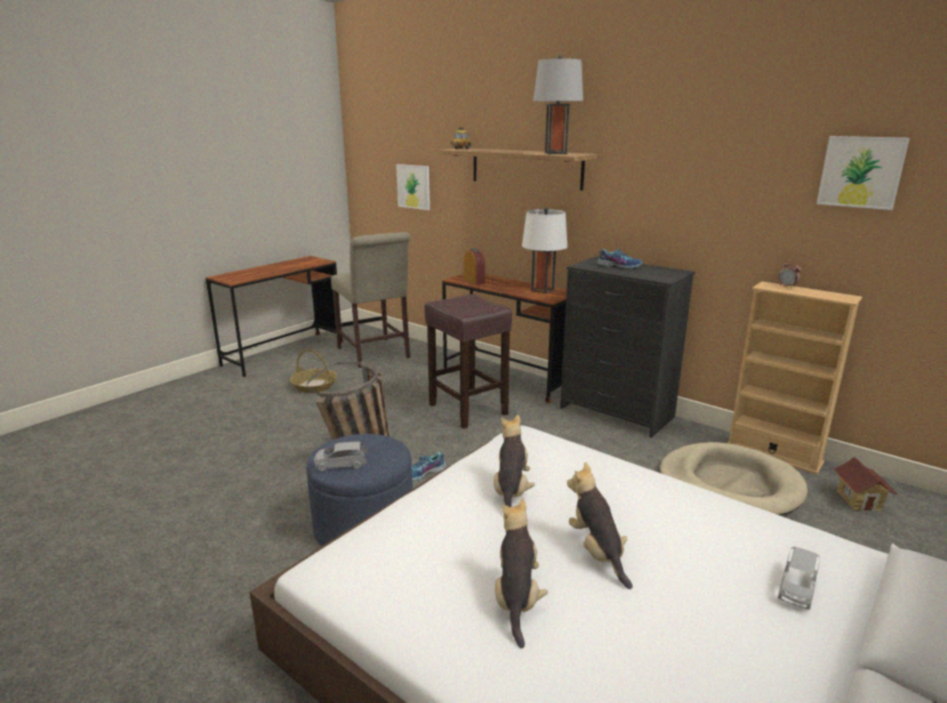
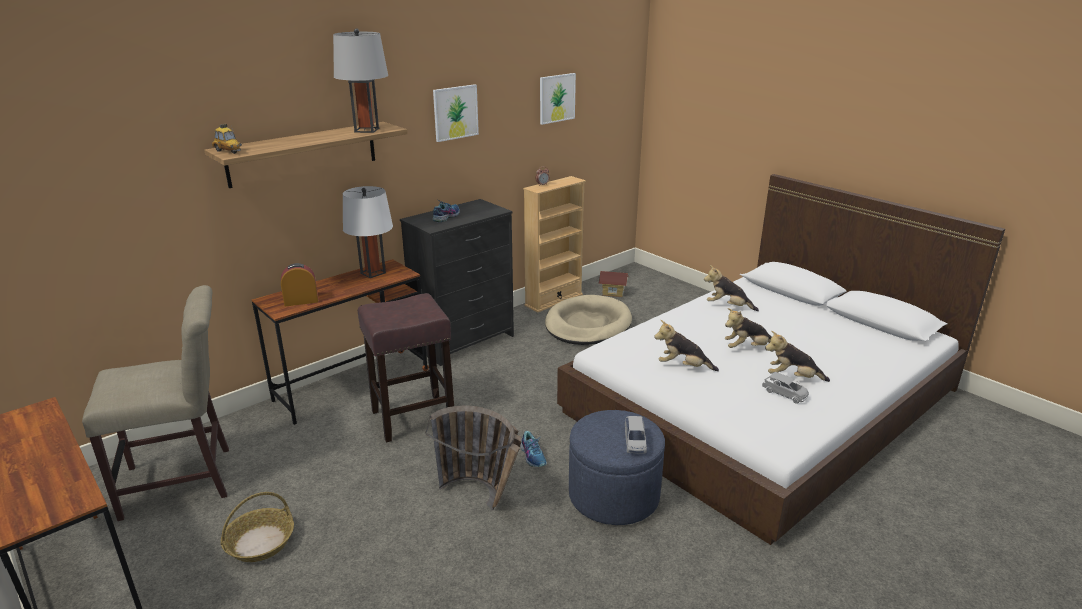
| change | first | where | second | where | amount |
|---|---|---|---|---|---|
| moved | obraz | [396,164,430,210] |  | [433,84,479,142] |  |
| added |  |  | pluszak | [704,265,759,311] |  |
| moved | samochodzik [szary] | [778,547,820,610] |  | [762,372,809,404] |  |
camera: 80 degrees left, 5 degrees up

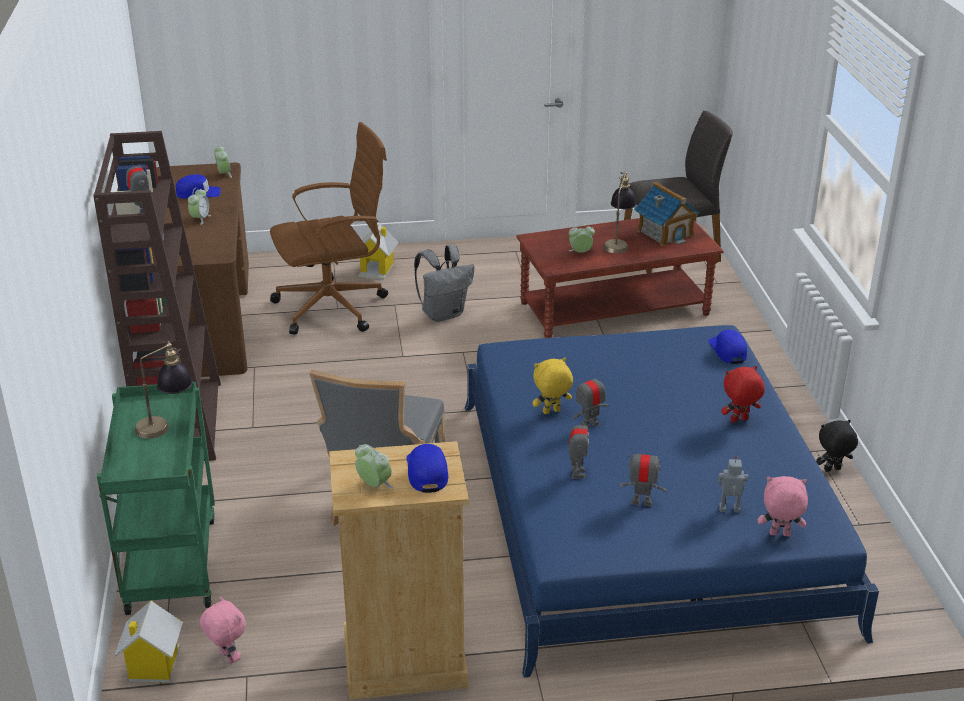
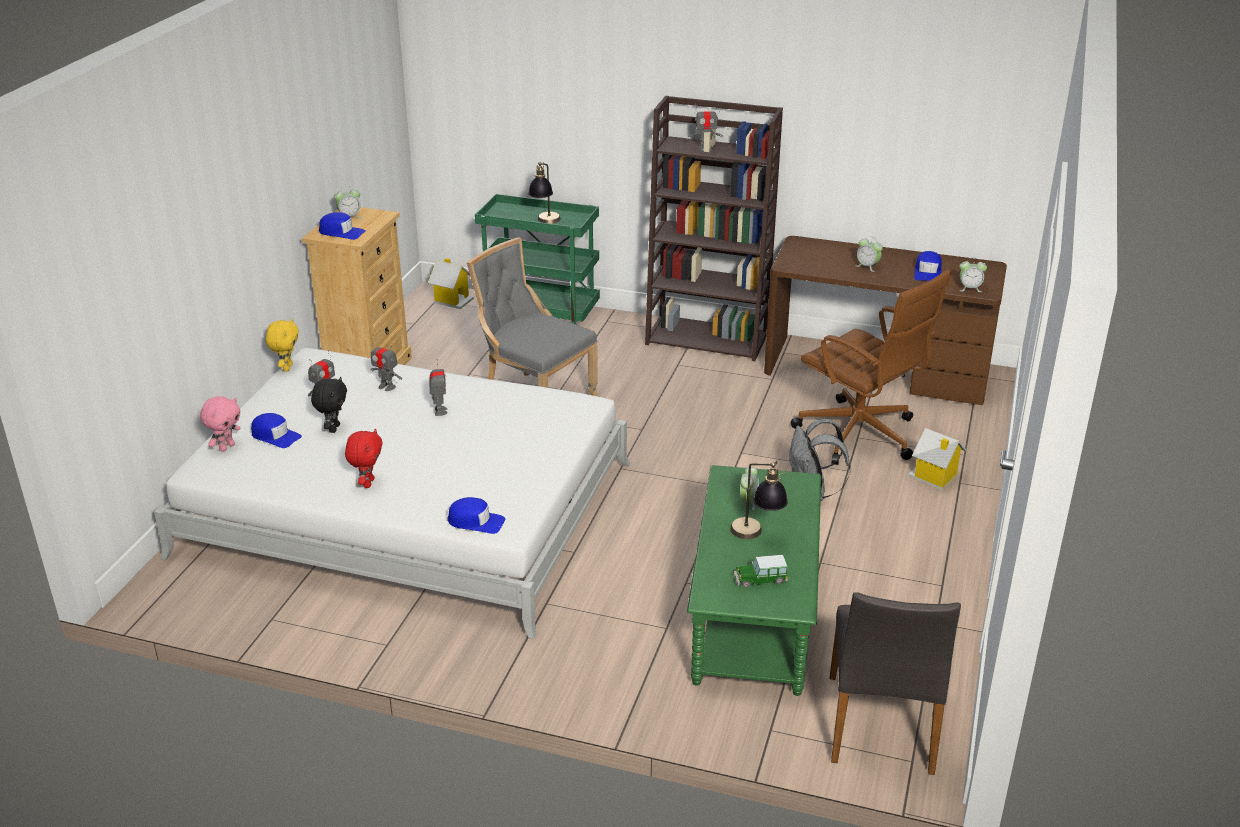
| change | first | where | second | where | amount |
|---|---|---|---|---|---|
| recoloured | łóżko [niebieski] | [465,325,879,678] | łóżko [biały] | [154,348,630,639] |  |
| replaced | robot zabawkowy | [718,456,748,513] | czapka z daszkiem [niebieski] | [251,413,302,448] |  |
| moved | pluszak [żółty] | [532,358,573,414] |  | [266,319,299,371] |  |
| moved | pluszak [czarny] | [816,420,858,472] |  | [311,377,347,433] |  |
| recoloured | ława [brązowy] | [516,218,724,338] | ława [zielony] | [687,465,821,696] |  |
| replaced | domek | [634,182,701,246] | samochodzik | [734,555,788,588] |  |
| turned | krzesło biurowe [brązowy] | [270,122,388,334] |  | [791,270,951,465] | 45 degrees counterclockwise |
| removed | pluszak [różowy] | [200,596,246,663] |  |  |  |
camera: 115 degrees right, 0 degrees up

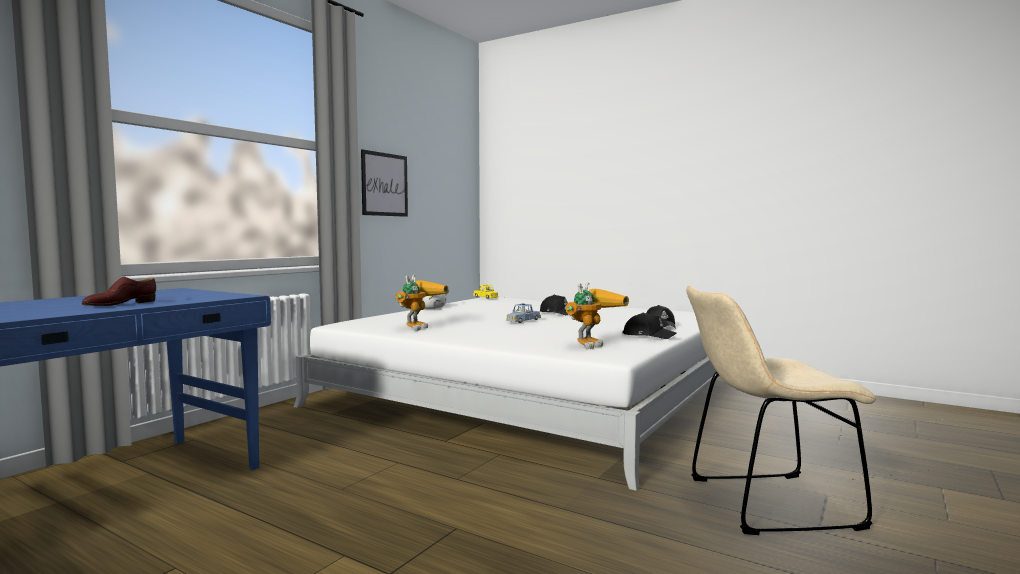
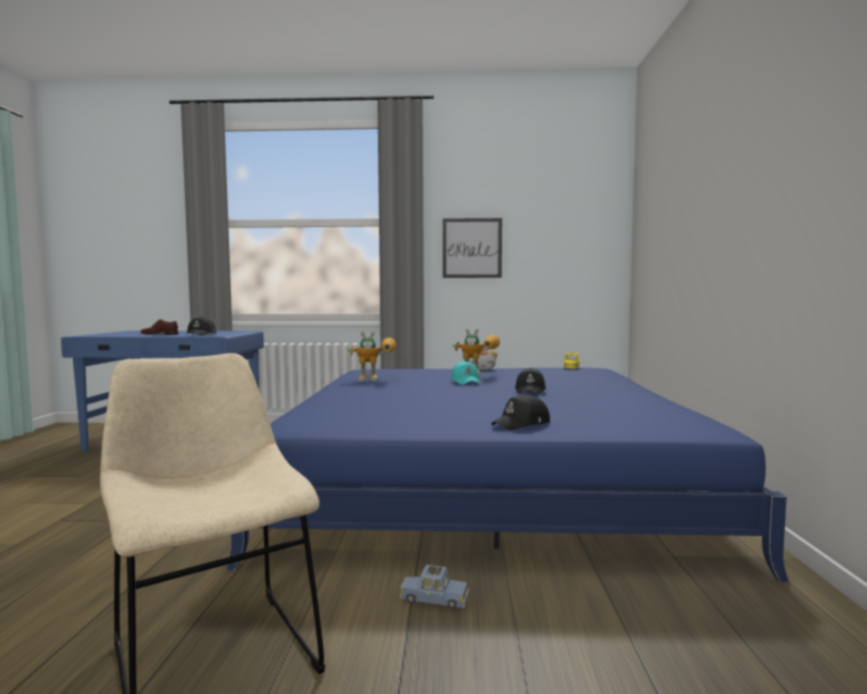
| change | first | where | second | where | amount |
|---|---|---|---|---|---|
| moved | czapka z daszkiem [czarny] | [623,313,676,339] |  | [186,317,216,336] |  |
| recoloured | łóżko [biały] | [294,297,720,491] | łóżko [niebieski] | [226,368,789,582] |  |
| moved | samochodzik [niebieski] | [506,304,541,323] |  | [400,565,469,609] |  |
| added |  |  | czapka z daszkiem [turkusowy] | [451,361,479,385] |  |
| moved | robot zabawkowy | [565,282,629,349] |  | [453,329,500,376] |  |
camera: 60 degrees right, 0 degrees up

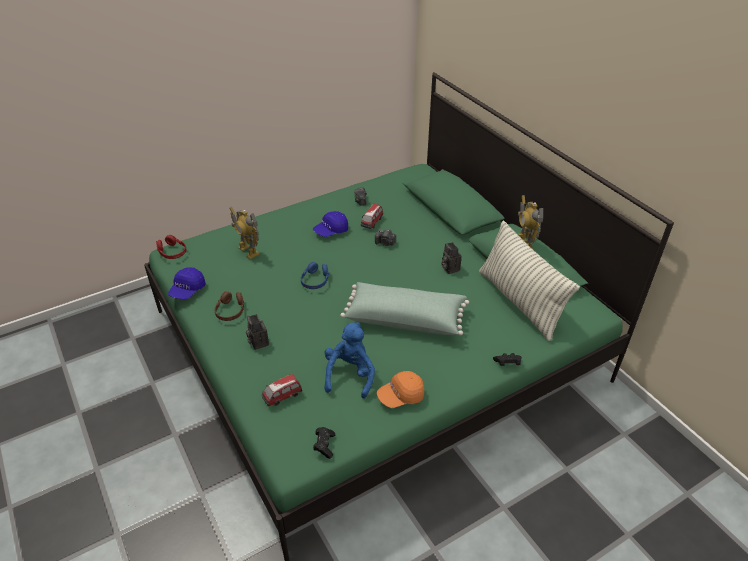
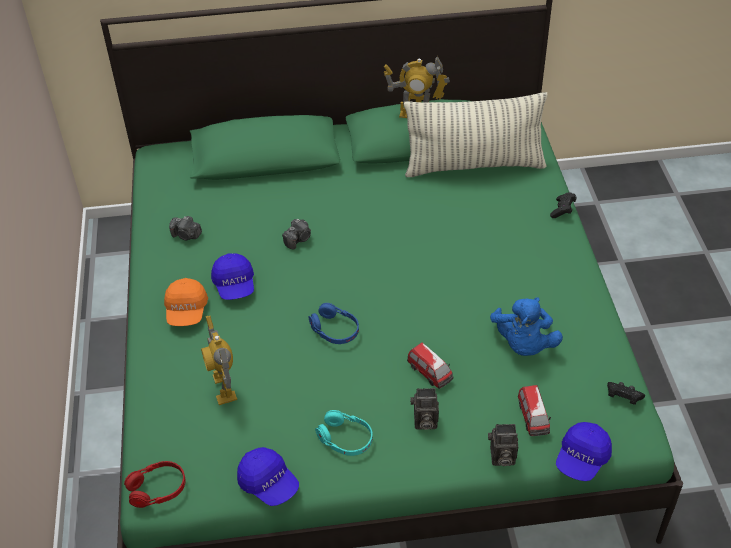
| change | first | where | second | where | amount |
|---|---|---|---|---|---|
| moved | czapka z daszkiem [pomarańczowy] | [377,371,424,408] |  | [164,278,208,326] |  |
| turned | robot zabawkowy | [229,206,260,259] |  | [201,316,237,405] | 90 degrees clockwise |
| recoloured | słuchawki [brązowy] | [215,292,245,321] | słuchawki [turkusowy] | [315,410,373,456] |  |
| moved | samochodzik | [361,204,383,229] |  | [407,343,453,389] |  |
| moved | aparat fotograficzny | [441,242,462,274] |  | [488,424,518,466] |  |
| turned | pluszak [niebieski] | [324,322,375,399] |  | [490,297,563,356] | 120 degrees counterclockwise |
| added |  |  | czapka z daszkiem [niebieski] | [556,422,612,481] |  |
| removed | poduszka [zielony] | [340,282,469,336] |  |  |  |
camera: 65 degrees left, 5 degrees up

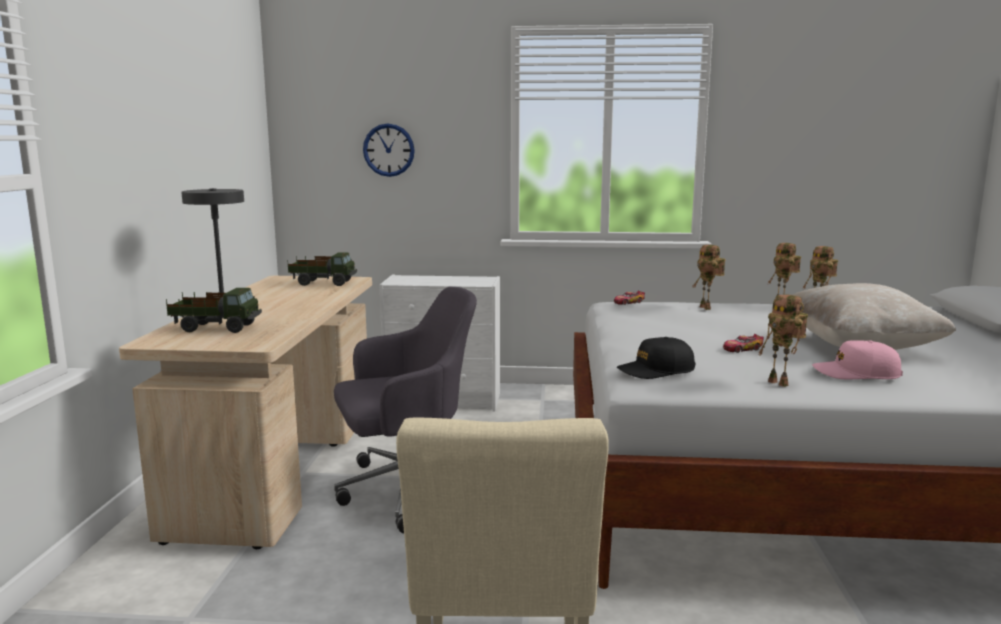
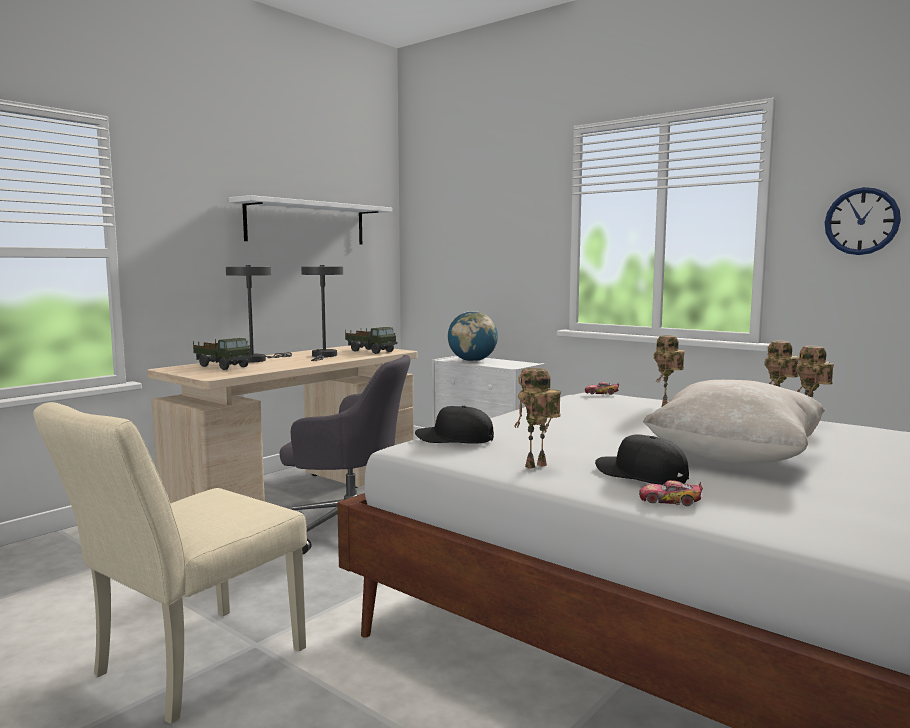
| change | first | where | second | where | amount |
|---|---|---|---|---|---|
| added |  |  | półka [biały] | [229,195,392,245] |  |
| added |  |  | lampa stołowa [szary] | [301,265,343,361] |  |
| added |  |  | globus | [448,311,498,361] |  |
| turned | robot zabawkowy | [759,295,808,387] |  | [514,368,561,469] | 60 degrees clockwise |
| recoloured | czapka z daszkiem [różowy] | [812,340,903,379] | czapka z daszkiem [czarny] | [595,434,689,485] |  |
| moved | samochodzik | [723,334,764,353] |  | [639,480,703,506] |  |
| moved | zegar ścienny | [363,123,415,177] |  | [825,187,901,255] |  |
camera: 35 degrees right, 5 degrees down

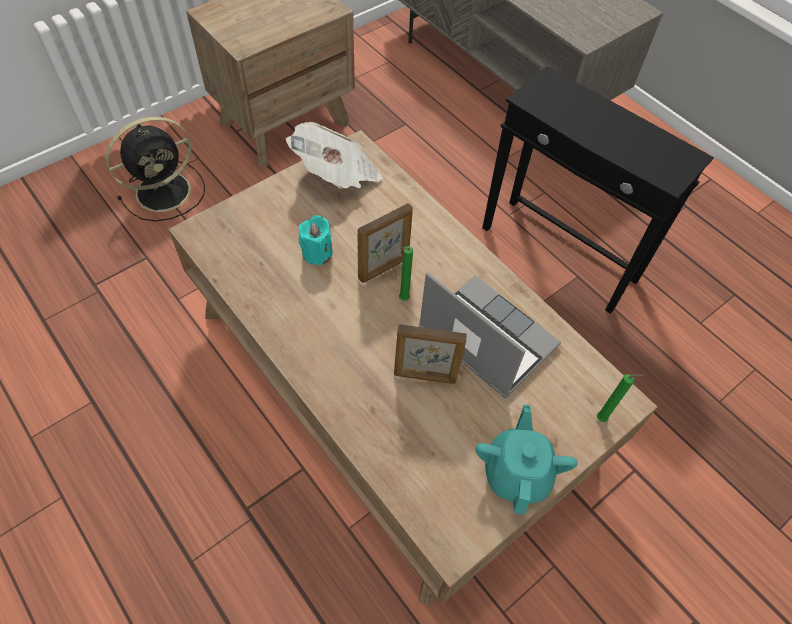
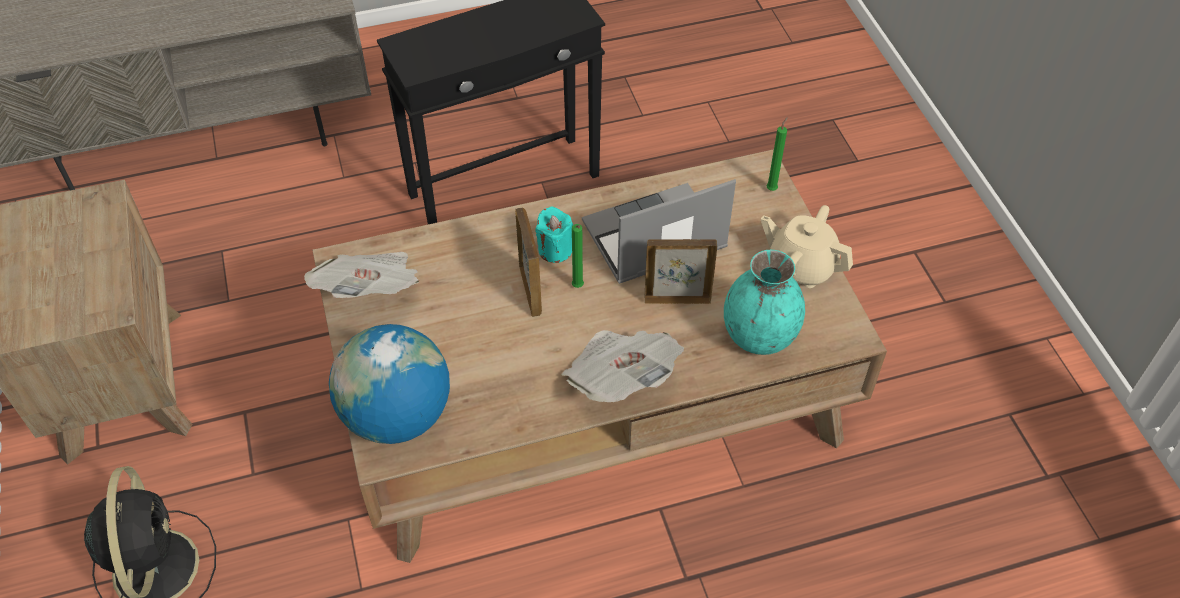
| change | first | where | second | where | amount |
|---|---|---|---|---|---|
| added |  |  | globus | [329,324,450,444] |  |
| moved | świeca [turkusowy] | [299,215,333,265] |  | [535,206,573,263] |  |
| added |  |  | gazeta | [562,330,684,402] |  |
| turned | ramka na zdjęcie | [394,324,467,384] |  | [645,239,717,304] | 120 degrees counterclockwise |
| added |  |  | wazon [turkusowy] | [724,250,805,355] |  |
| recoloured | imbryk [turkusowy] | [476,405,578,515] | imbryk [beżowy] | [761,205,853,288] |  |
camera: 65 degrees left, 5 degrees down

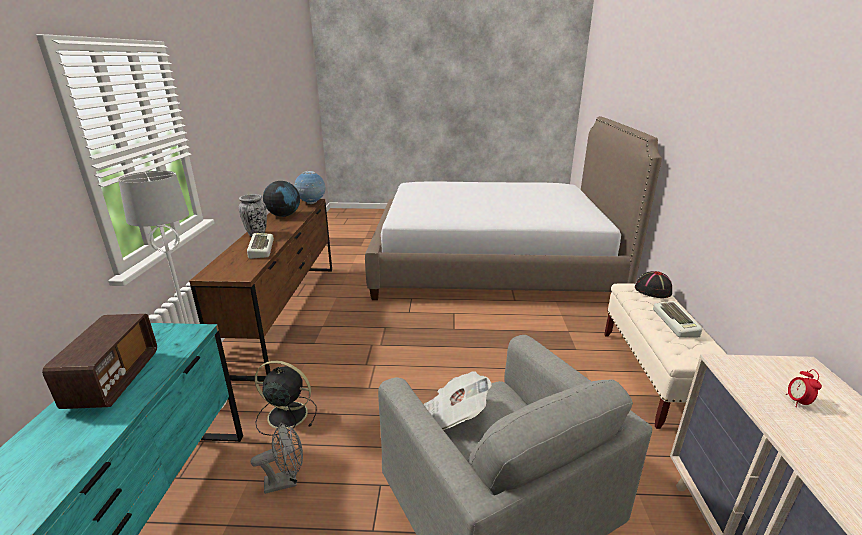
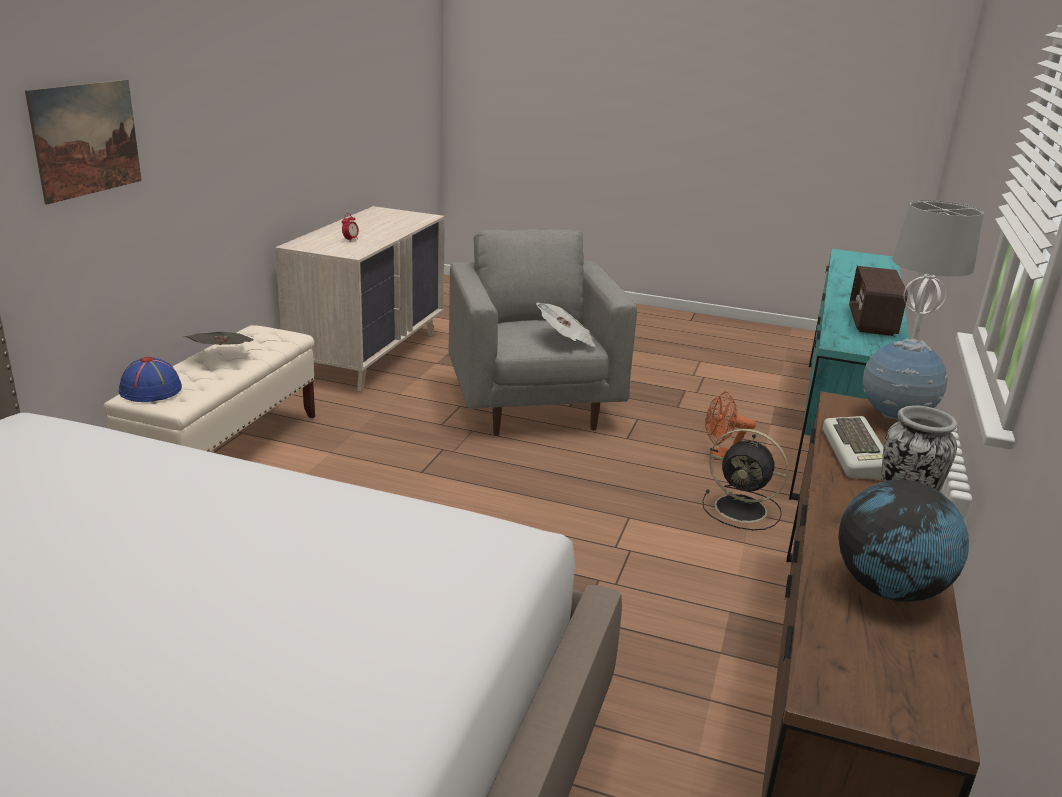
| change | first | where | second | where | amount |
|---|---|---|---|---|---|
| added |  |  | obraz | [25,79,142,204] |  |
| recoloured | kapelusz [czarny] | [635,271,672,298] | kapelusz [niebieski] | [119,356,182,402] |  |
| replaced | klawiatura | [653,301,702,338] | gazeta | [184,332,254,345] |  |
| recoloured | wentylator [szary] | [251,422,303,494] | wentylator [pomarańczowy] | [705,391,756,460] |  |
| moved | globus | [294,171,325,204] |  | [863,339,948,420] |  |
camera: 165 degrees left, 0 degrees up

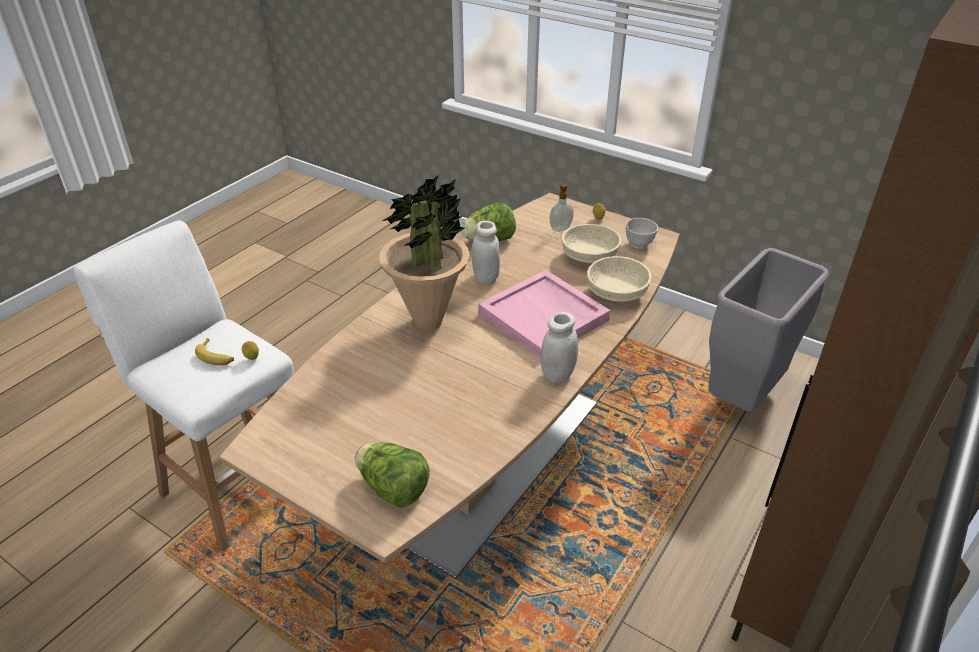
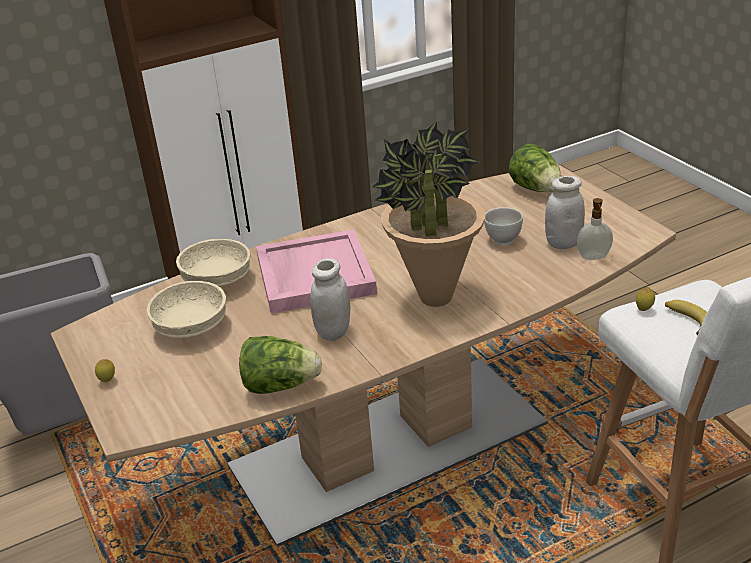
| change | first | where | second | where | amount |
|---|---|---|---|---|---|
| moved | miska [biały] | [626,218,658,249] |  | [484,207,523,245] |  |
| moved | słoik [biały] | [541,312,578,384] |  | [545,176,585,249] |  |
| moved | dozownik mydła | [550,183,574,232] |  | [577,198,613,260] |  |
camera: 150 degrees left, 5 degrees down

